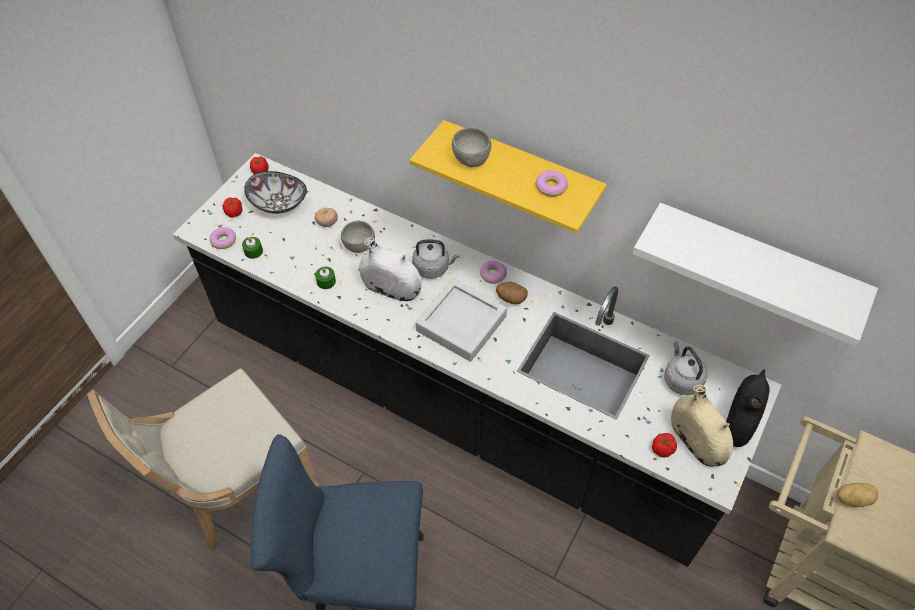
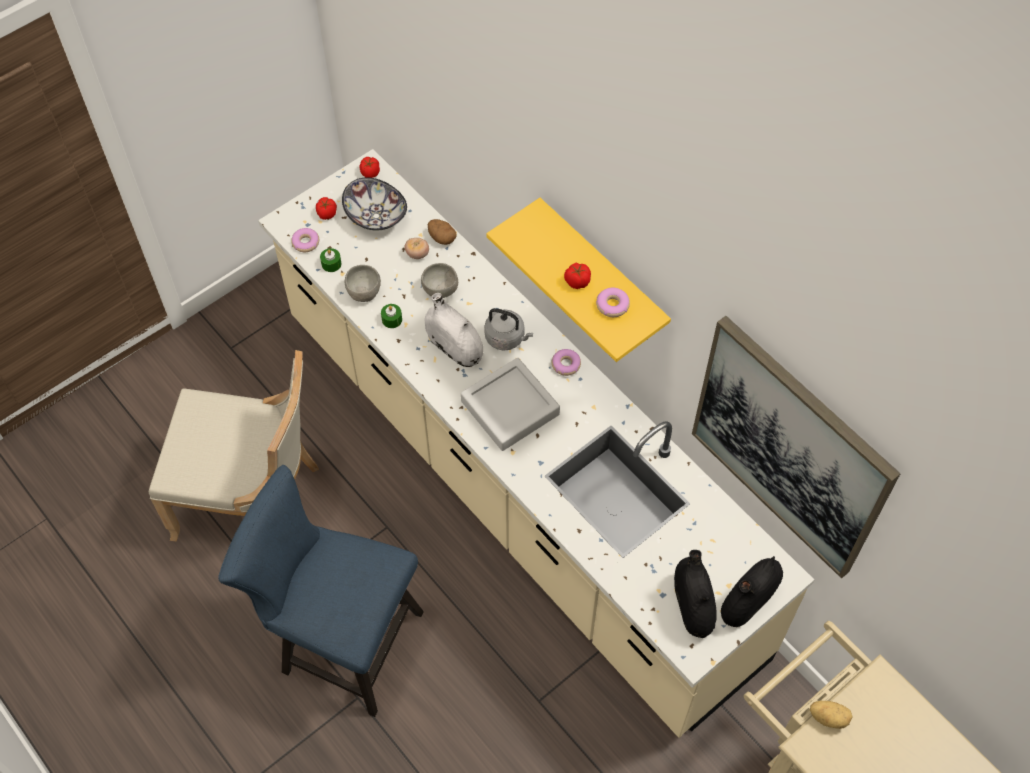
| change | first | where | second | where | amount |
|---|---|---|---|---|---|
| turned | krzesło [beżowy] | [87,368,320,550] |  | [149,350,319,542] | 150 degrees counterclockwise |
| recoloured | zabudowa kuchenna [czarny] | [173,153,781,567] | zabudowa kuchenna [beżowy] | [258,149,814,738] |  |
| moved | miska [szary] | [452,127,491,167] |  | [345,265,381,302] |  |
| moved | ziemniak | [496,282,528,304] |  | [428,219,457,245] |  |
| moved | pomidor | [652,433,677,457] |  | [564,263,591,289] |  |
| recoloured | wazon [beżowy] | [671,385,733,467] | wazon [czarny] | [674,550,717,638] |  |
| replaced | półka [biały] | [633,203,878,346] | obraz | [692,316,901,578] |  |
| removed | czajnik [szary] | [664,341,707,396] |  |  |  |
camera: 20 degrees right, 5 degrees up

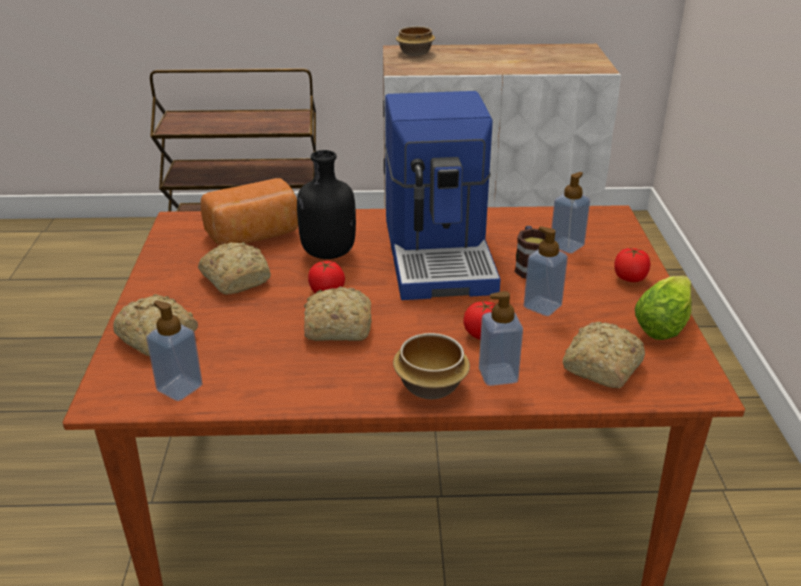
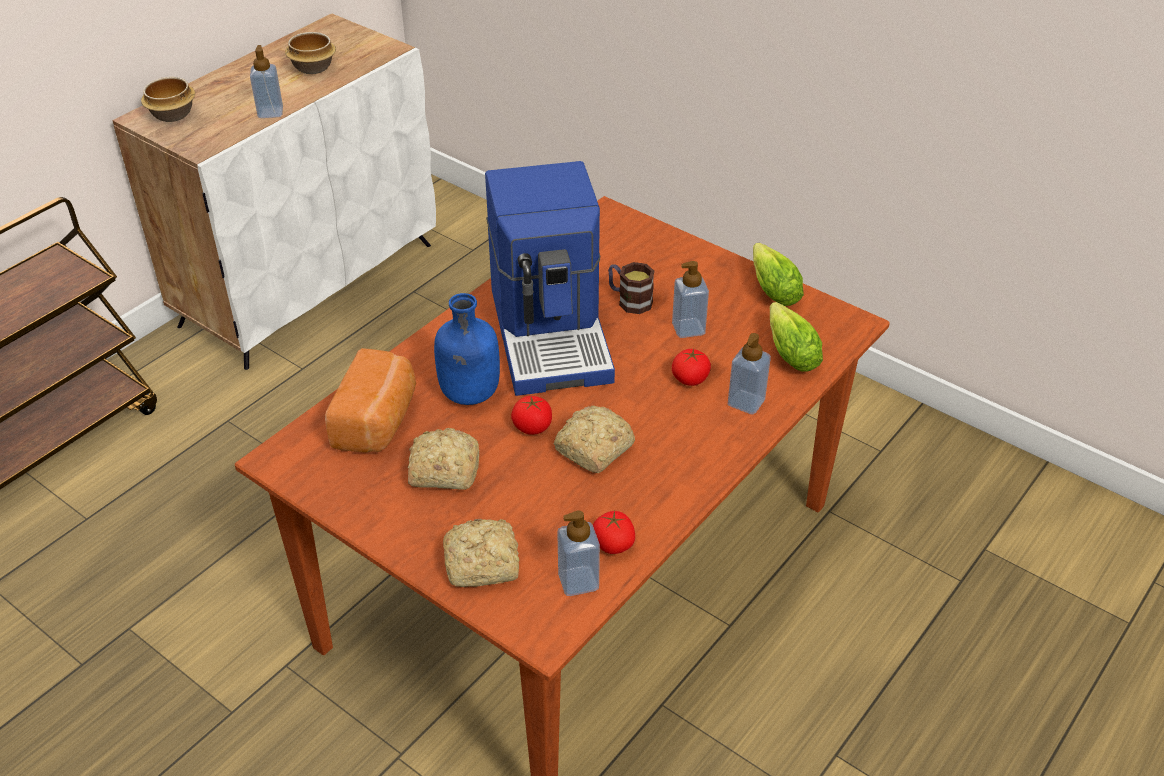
| change | first | where | second | where | amount |
|---|---|---|---|---|---|
| moved | dozownik mydła | [551,172,590,254] |  | [250,45,283,118] |  |
| moved | miska | [393,333,470,399] |  | [285,32,336,74] |  |
| recoloured | butelka [czarny] | [297,150,356,259] | butelka [niebieski] | [434,293,500,405] |  |
| turned | ekspres do kawy | [384,91,501,300] |  | [485,161,615,396] | 45 degrees clockwise |
| moved | pomidor | [614,248,650,282] |  | [593,511,635,554] |  |
| replaced | chleb | [562,322,645,388] | sałata | [770,302,823,372] |  |
camera: 50 degrees left, 10 degrees up

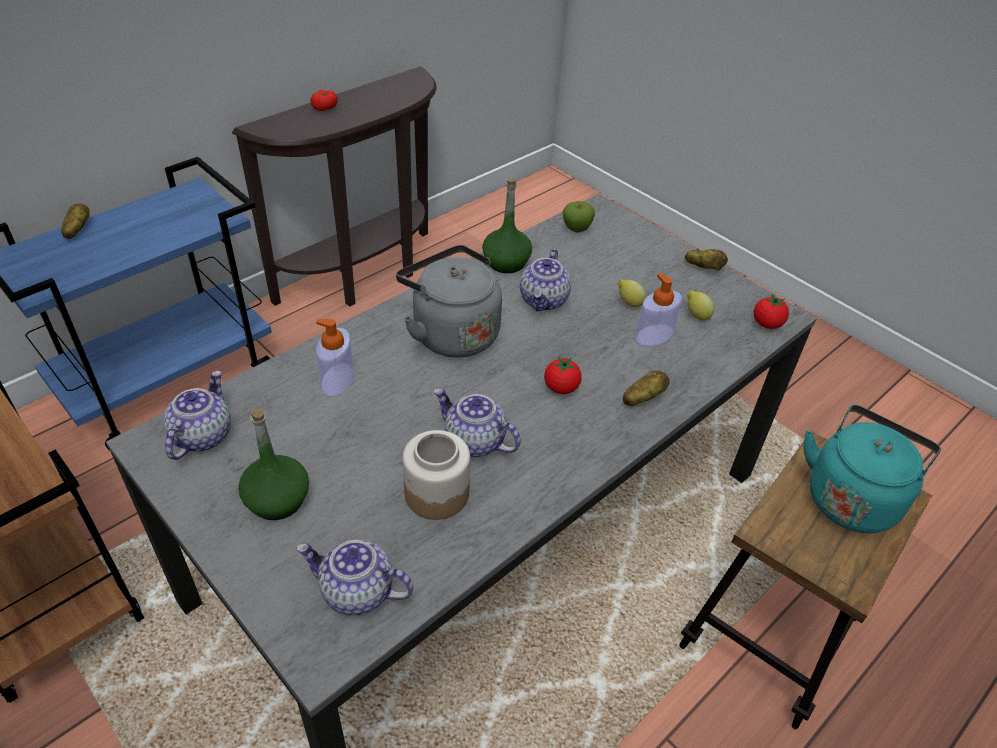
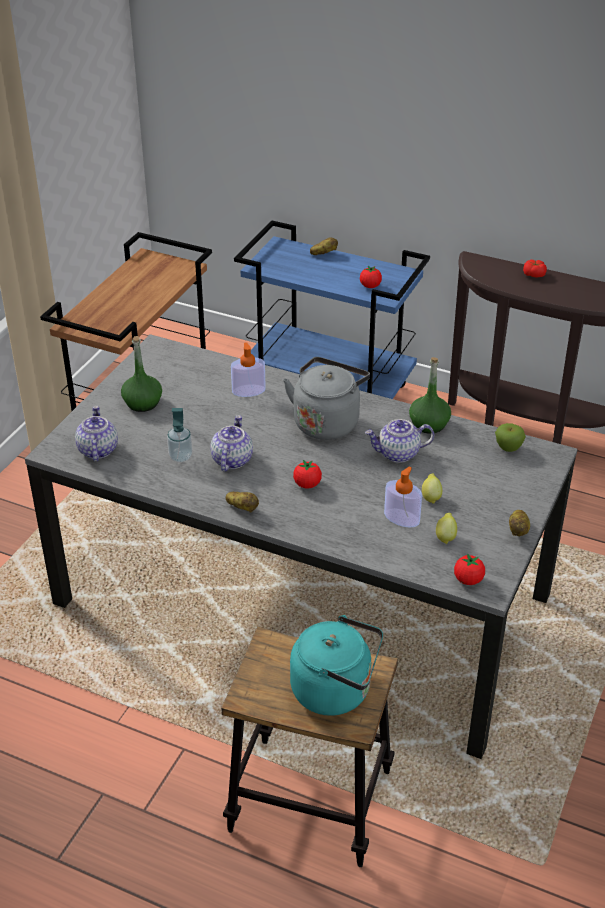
| change | first | where | second | where | amount |
|---|---|---|---|---|---|
| replaced | słoik | [402,430,470,520] | dozownik mydła | [167,408,193,463] |  |
| moved | ziemniak | [623,370,669,406] |  | [225,492,259,512] |  |
| added |  |  | pomidor | [360,266,382,288] |  |
| removed | imbryk | [164,370,231,460] |  |  |  |
camera: 70 degrees right, 5 degrees down

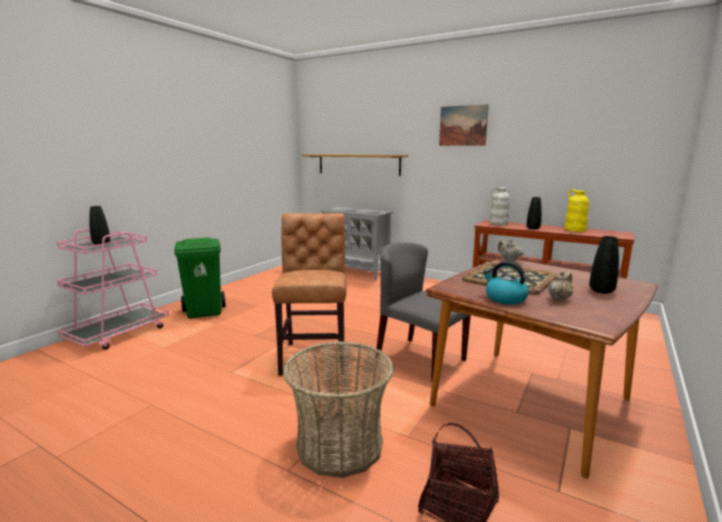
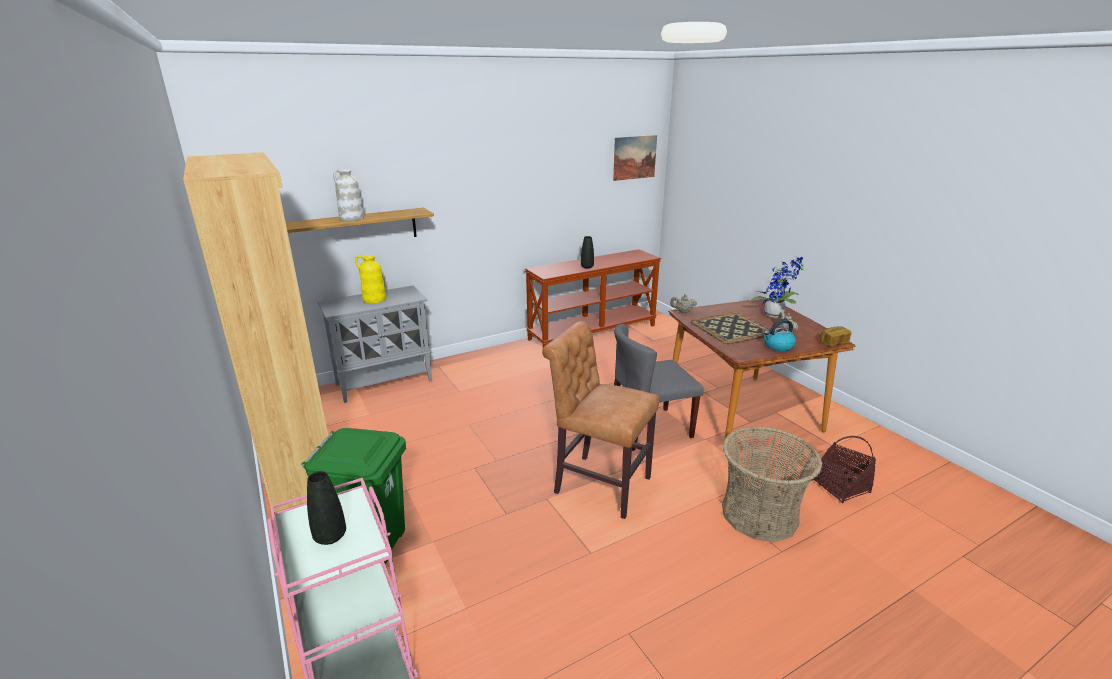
| change | first | where | second | where | amount |
|---|---|---|---|---|---|
| added |  |  | regał [brązowy] | [183,152,328,512] |  |
| moved | wazon [biały] | [489,186,510,226] |  | [333,169,364,221] |  |
| moved | wazon [żółty] | [565,189,589,232] |  | [355,255,386,304] |  |
| moved | obraz | [439,104,489,146] |  | [613,135,657,181] |  |
| replaced | wazon [czarny] | [589,236,619,294] | roślina doniczkowa | [751,255,804,318] |  |
| added |  |  | chleb | [820,326,851,346] |  |
camera: 60 degrees left, 10 degrees up

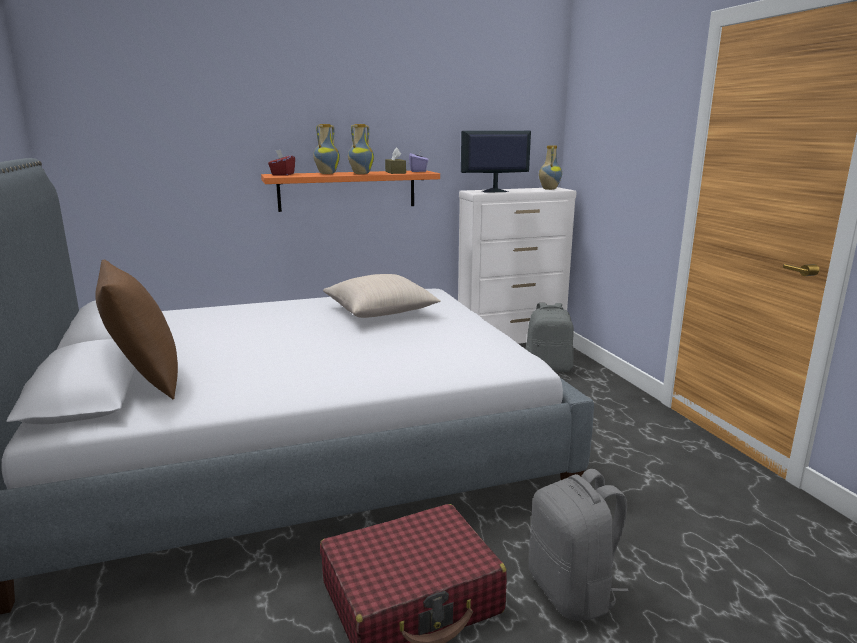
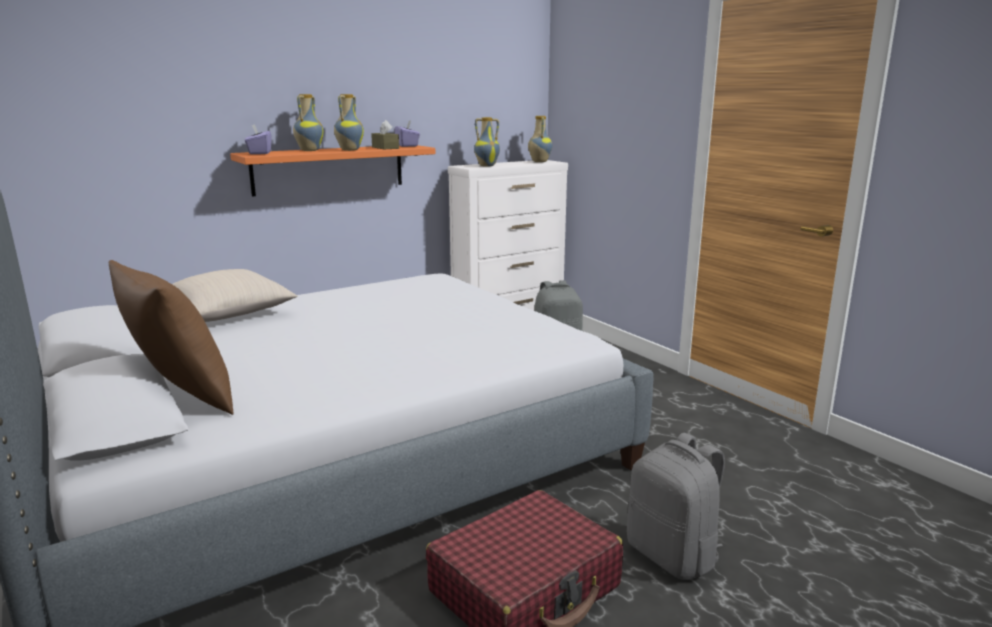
| change | first | where | second | where | amount |
|---|---|---|---|---|---|
| moved | poduszka [beżowy] | [323,274,441,318] |  | [172,269,298,322] |  |
| recoloured | pudełko chusteczek [czerwony] | [268,150,295,176] | pudełko chusteczek [fioletowy] | [245,124,271,154] |  |
| replaced | monitor | [461,131,531,193] | wazon | [474,117,500,167] |  |
camera: 15 degrees left, 0 degrees up

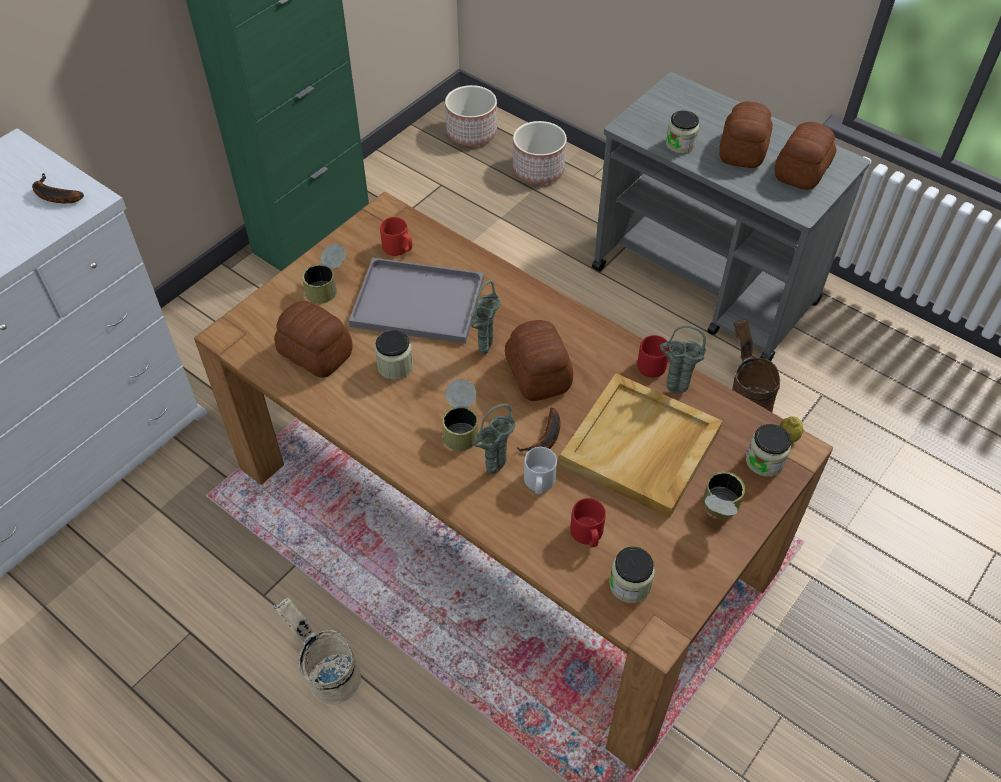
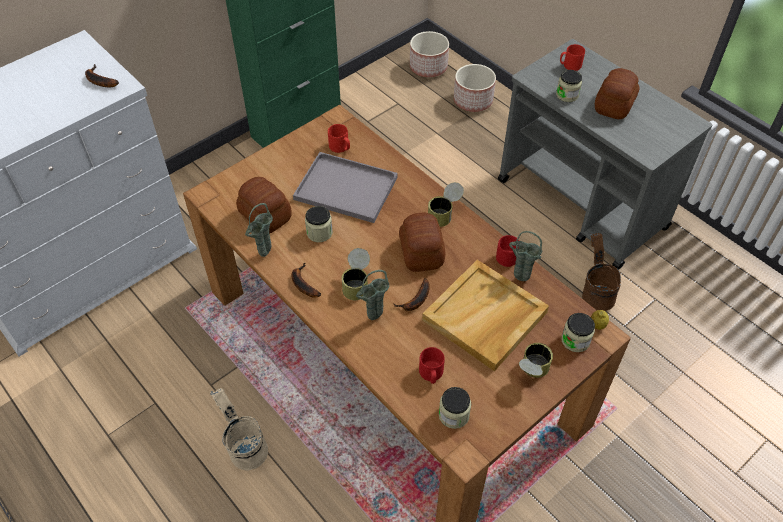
| change | first | where | second | where | amount |
|---|---|---|---|---|---|
| moved | wazon [zielony] | [471,280,501,355] |  | [245,203,273,257] |  |
| added |  |  | banan | [292,263,321,298] |  |
| moved | puszka | [302,243,346,304] |  | [428,182,464,227] |  |
| added |  |  | kubek [czerwony] | [560,44,585,71] |  |
| removed | kubek [szary] | [524,447,557,494] |  |  |  |
| removed | chleb | [775,122,836,190] |  |  |  |
camera: 10 degrees right, 0 degrees up

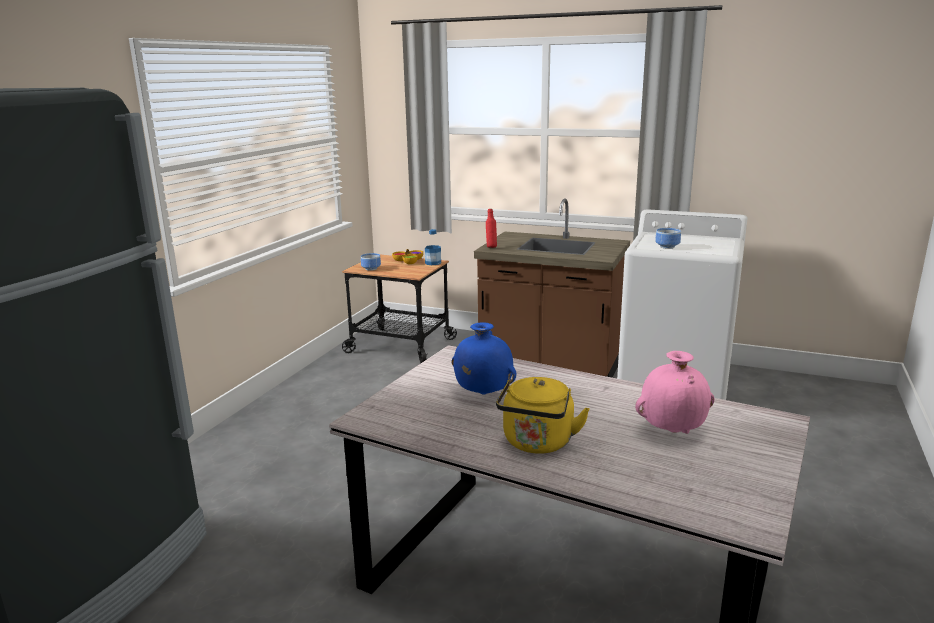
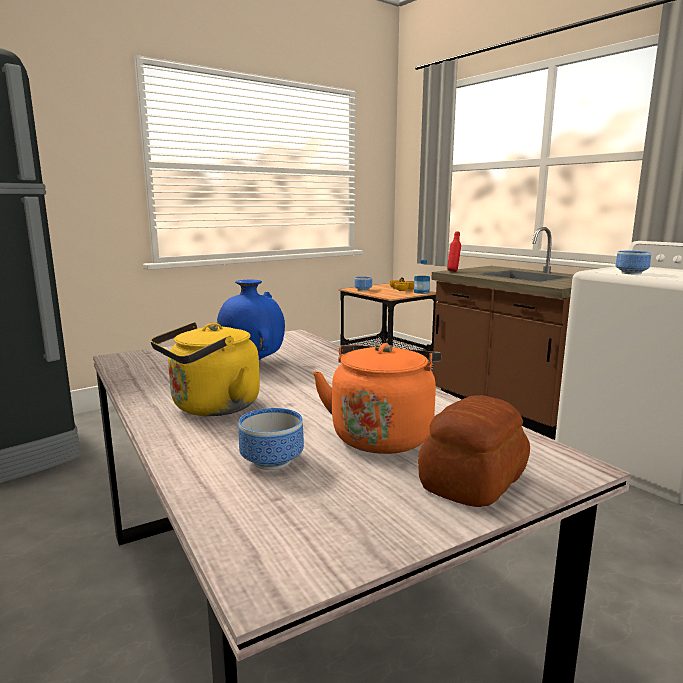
| change | first | where | second | where | amount |
|---|---|---|---|---|---|
| added |  |  | miska | [239,408,304,470] |  |
| replaced | wazon [różowy] | [635,351,715,434] | czajnik [pomarańczowy] | [313,343,441,454] |  |
| added |  |  | chleb | [418,395,530,507] |  |
camera: 30 degrees right, 5 degrees down

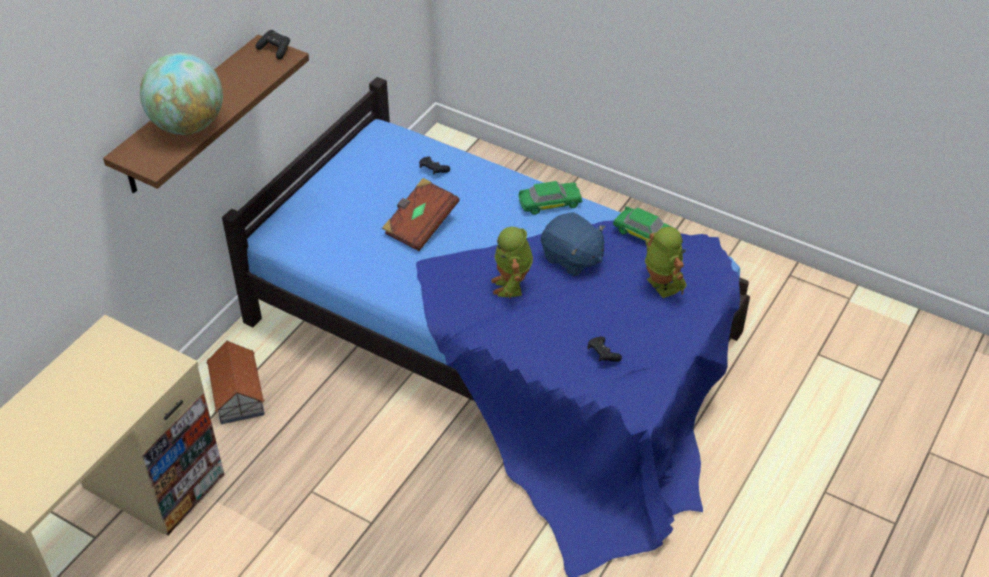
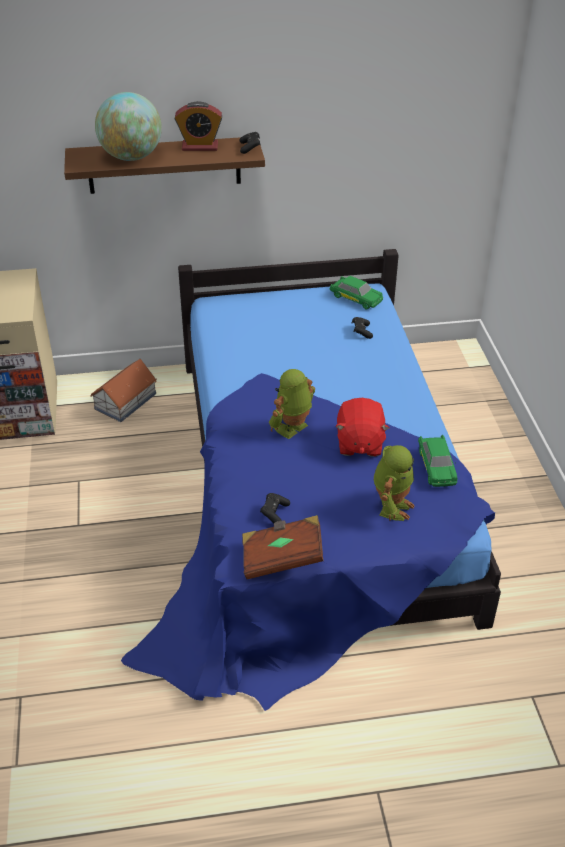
| change | first | where | second | where | amount |
|---|---|---|---|---|---|
| added |  |  | budzik | [175,101,222,151] |  |
| moved | książka [brązowy] | [382,178,460,251] |  | [242,515,324,579] |  |
| moved | samochodzik [zielony] | [519,181,582,215] |  | [330,276,383,310] |  |
| recoloured | pluszak [niebieski] | [541,212,605,276] | pluszak [czerwony] | [335,398,389,457] |  |
camera: 50 degrees right, 5 degrees down

